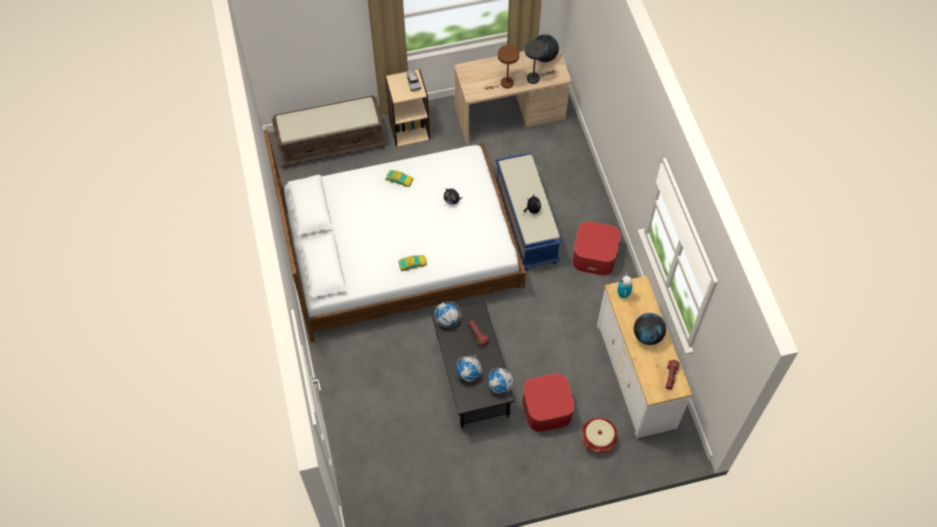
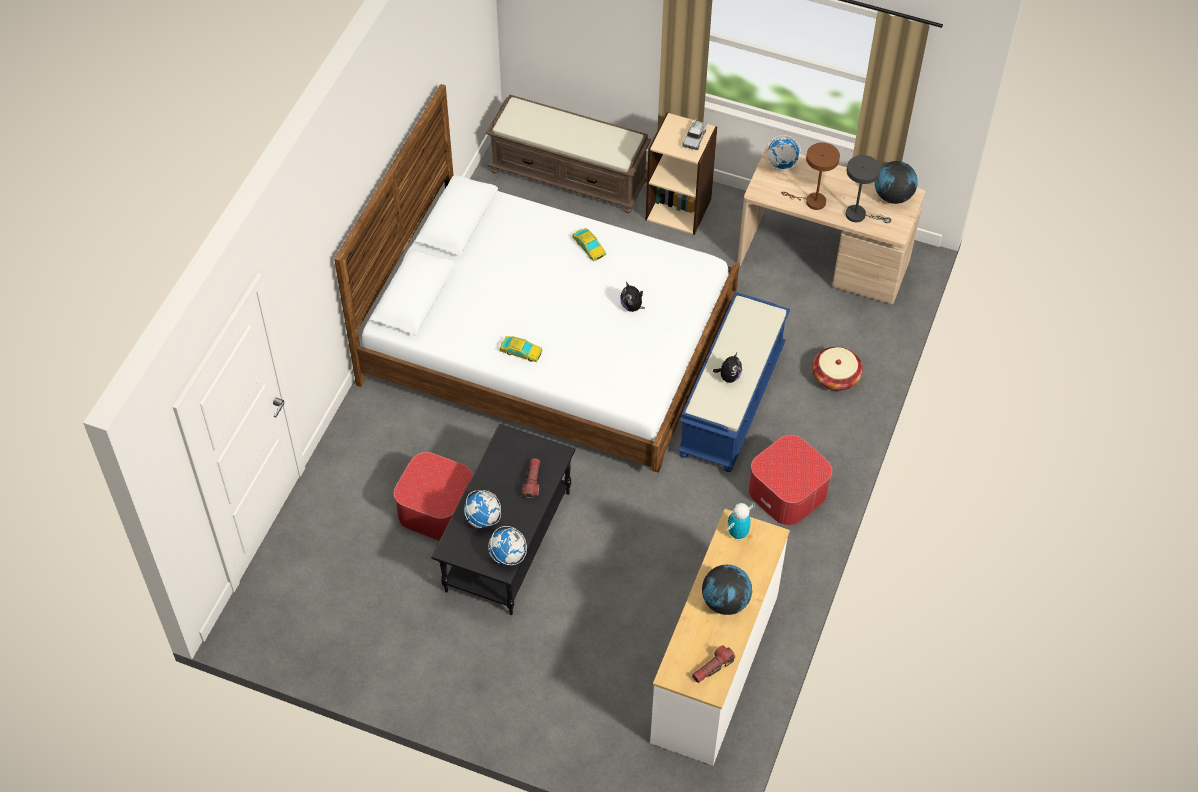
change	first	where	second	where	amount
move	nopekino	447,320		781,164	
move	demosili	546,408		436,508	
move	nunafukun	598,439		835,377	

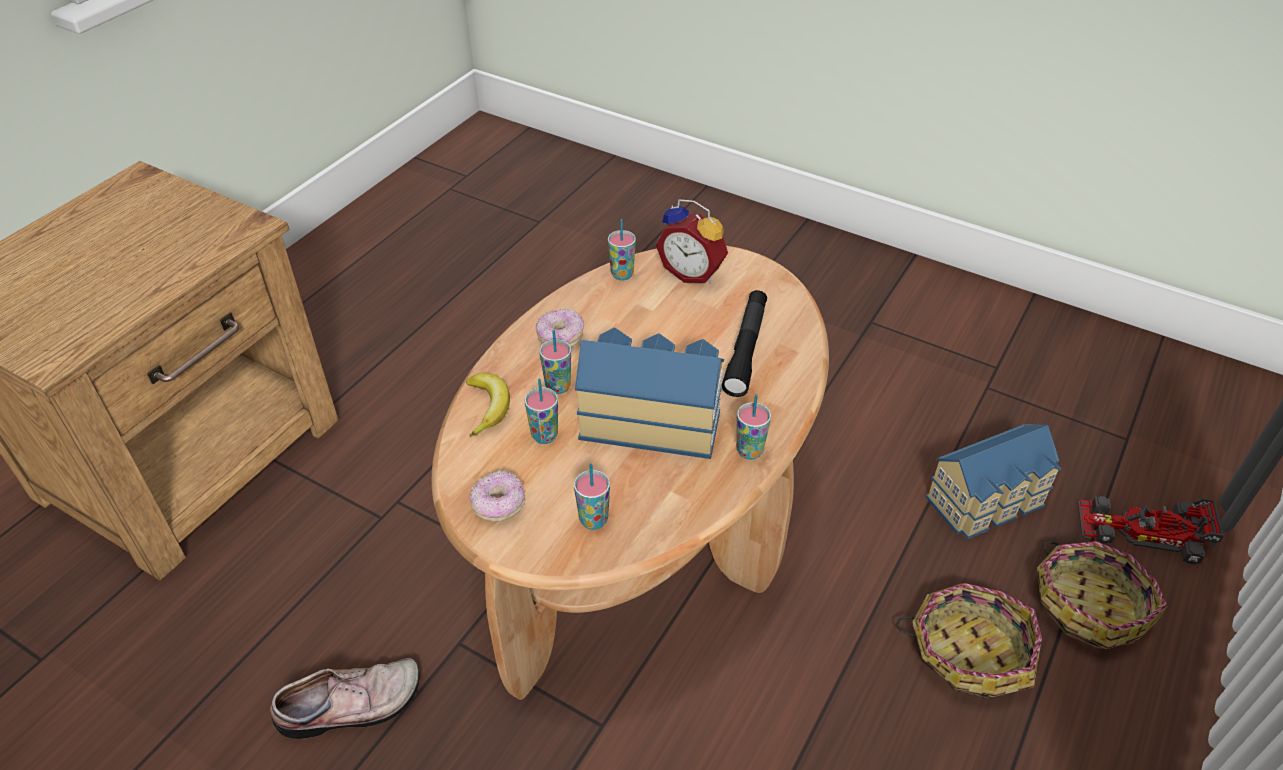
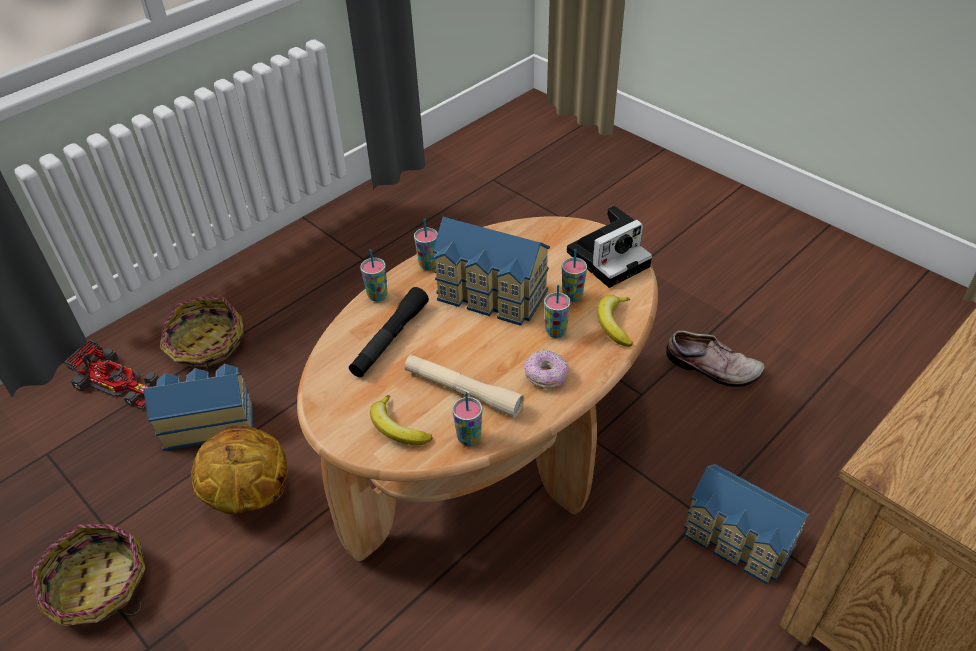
change	first	where	second	where	amount
replace	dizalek	693,272	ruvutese	397,428	
move	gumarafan	593,520		377,296	
replace	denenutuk	499,505	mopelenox	609,257	
move	nunafukun	969,651		99,587	
rotate	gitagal	352,707		712,368	150 degrees counterclockwise
insert			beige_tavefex	462,391	
insert			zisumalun	249,495	
insert			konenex	737,541	

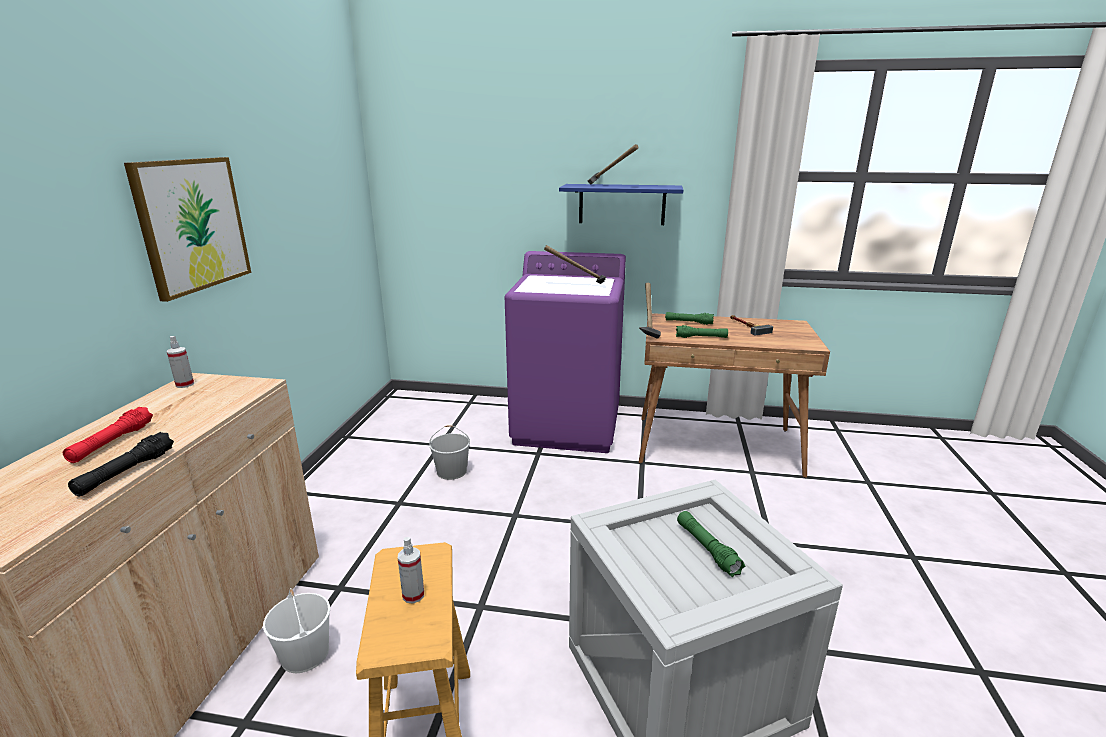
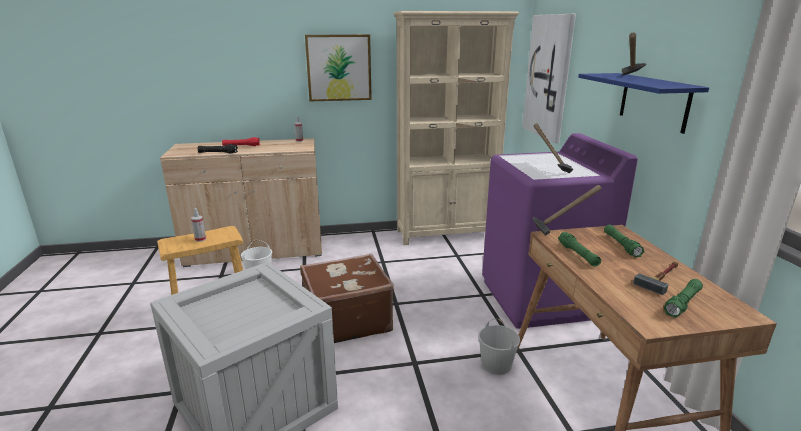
change	first	where	second	where	amount
move	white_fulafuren	452,471		497,364	
move	green_tavefex	707,549		682,303	
insert			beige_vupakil	446,234	
insert			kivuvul	549,77	
insert			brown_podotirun	346,320	

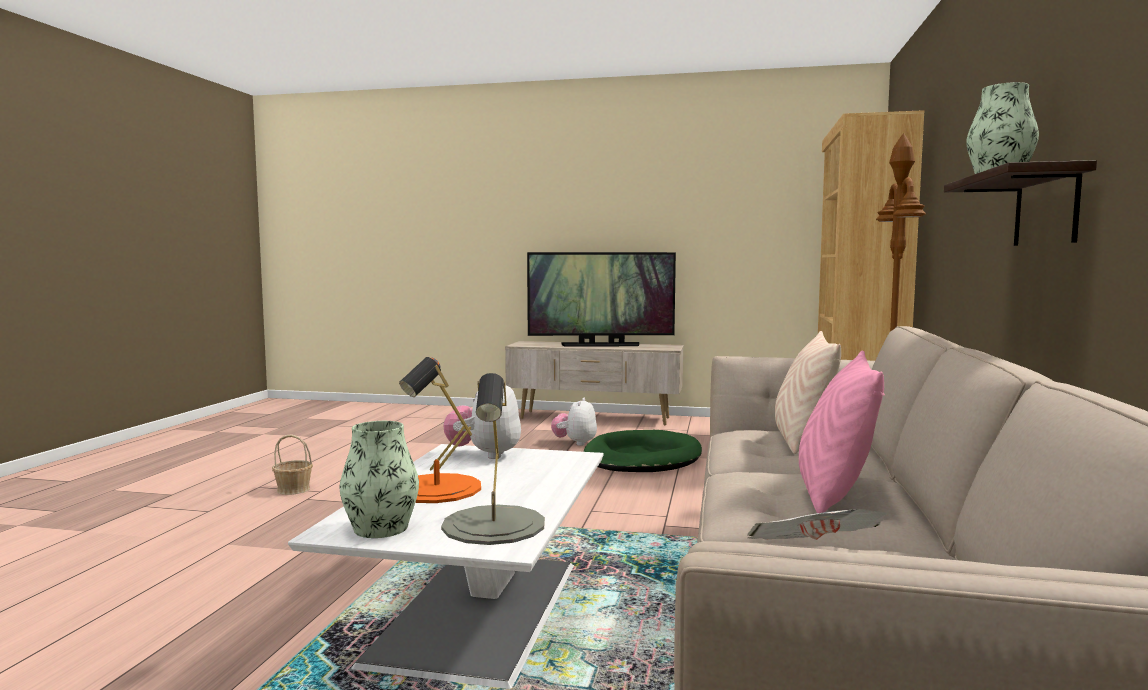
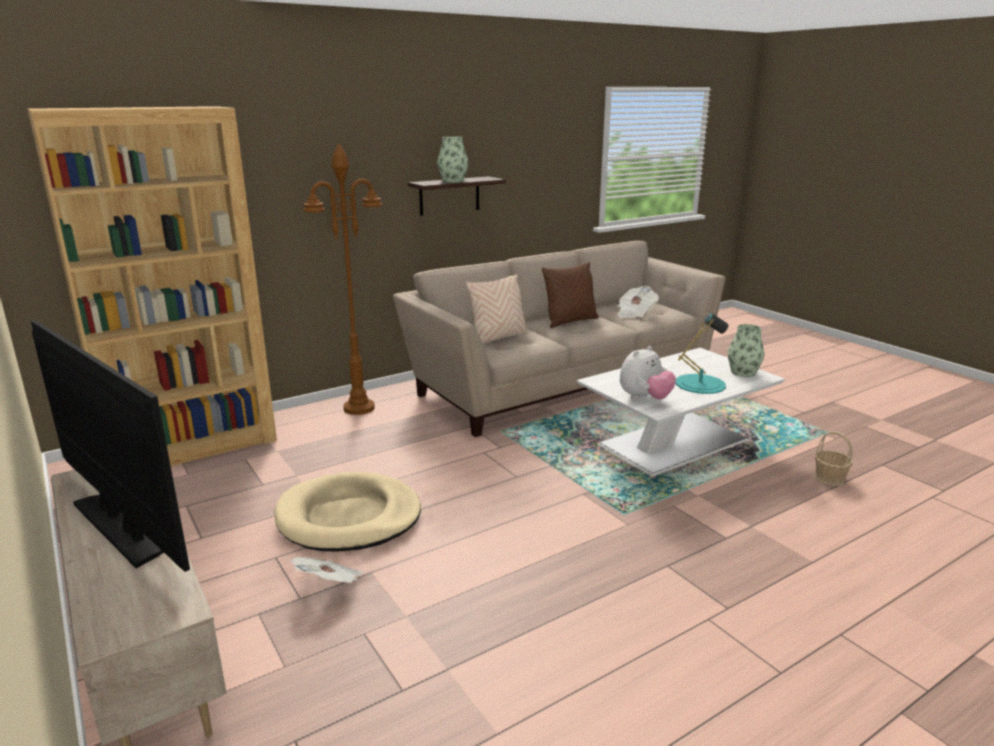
change	first	where	second	where	amount
recolor	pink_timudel	834,495	brown_timudel	570,321	
recolor	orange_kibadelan	437,488	turquoise_kibadelan	700,384	
delete	grey_kibadelan	494,525			
replace	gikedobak	575,443	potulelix	330,584	
recolor	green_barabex	642,458	beige_barabex	349,517	
move	nunafukun	293,489		829,478	

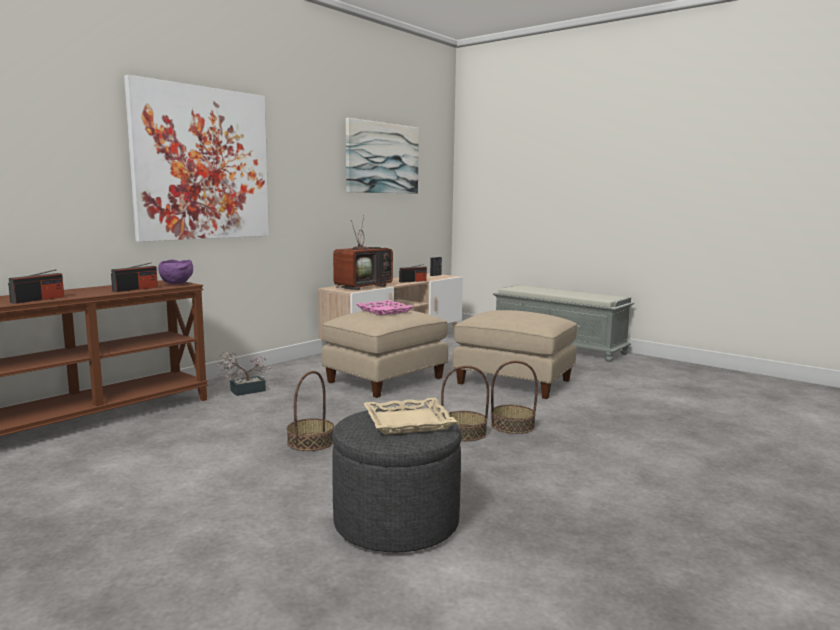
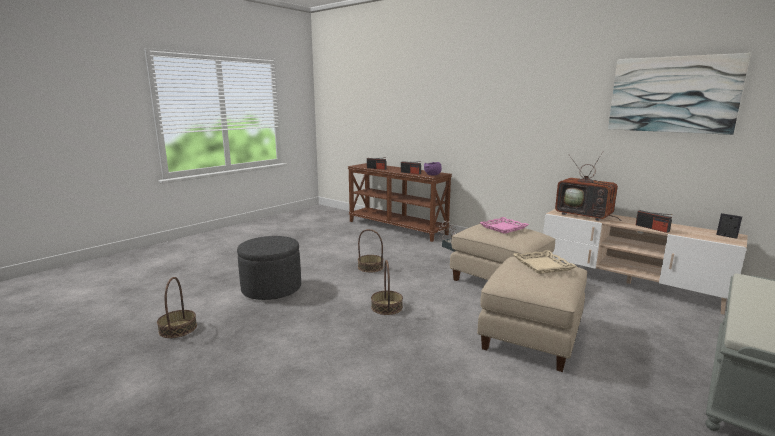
change	first	where	second	where	amount
delete	kivuvul	202,164			
move	nunafukun	512,426		178,329	
move	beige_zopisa	408,422		543,265	

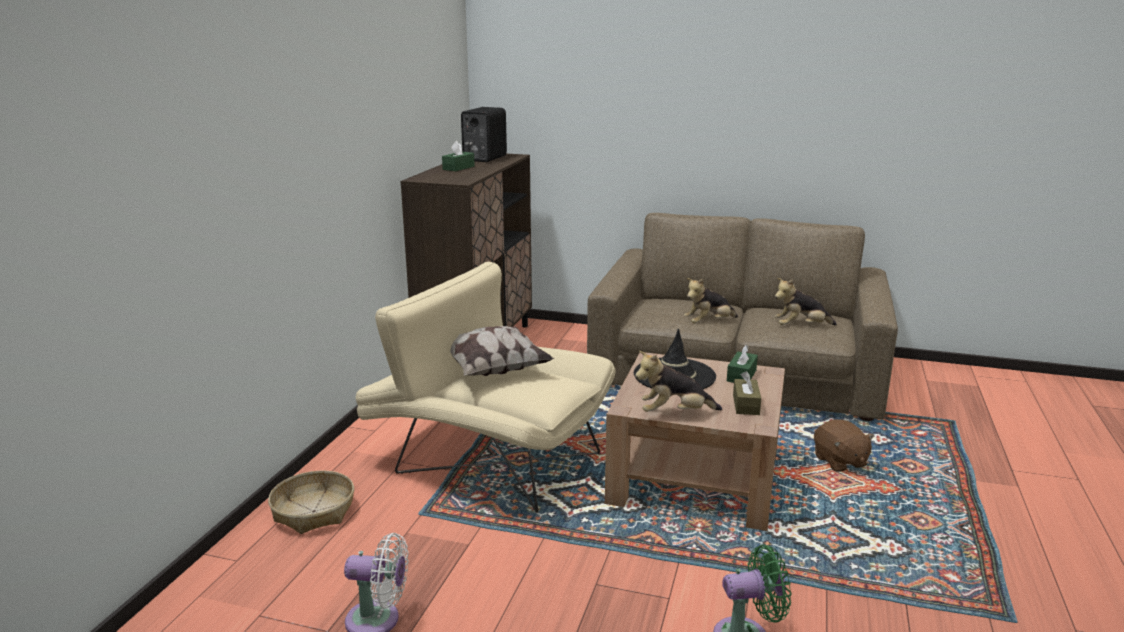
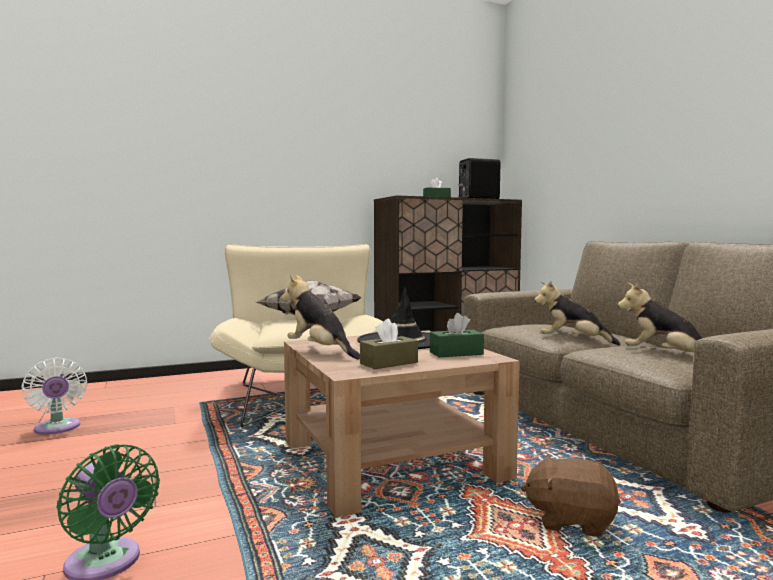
change	first	where	second	where	amount
rotate	brown_gikedobak	839,462		571,520	75 degrees clockwise
delete	nunafukun	313,512			

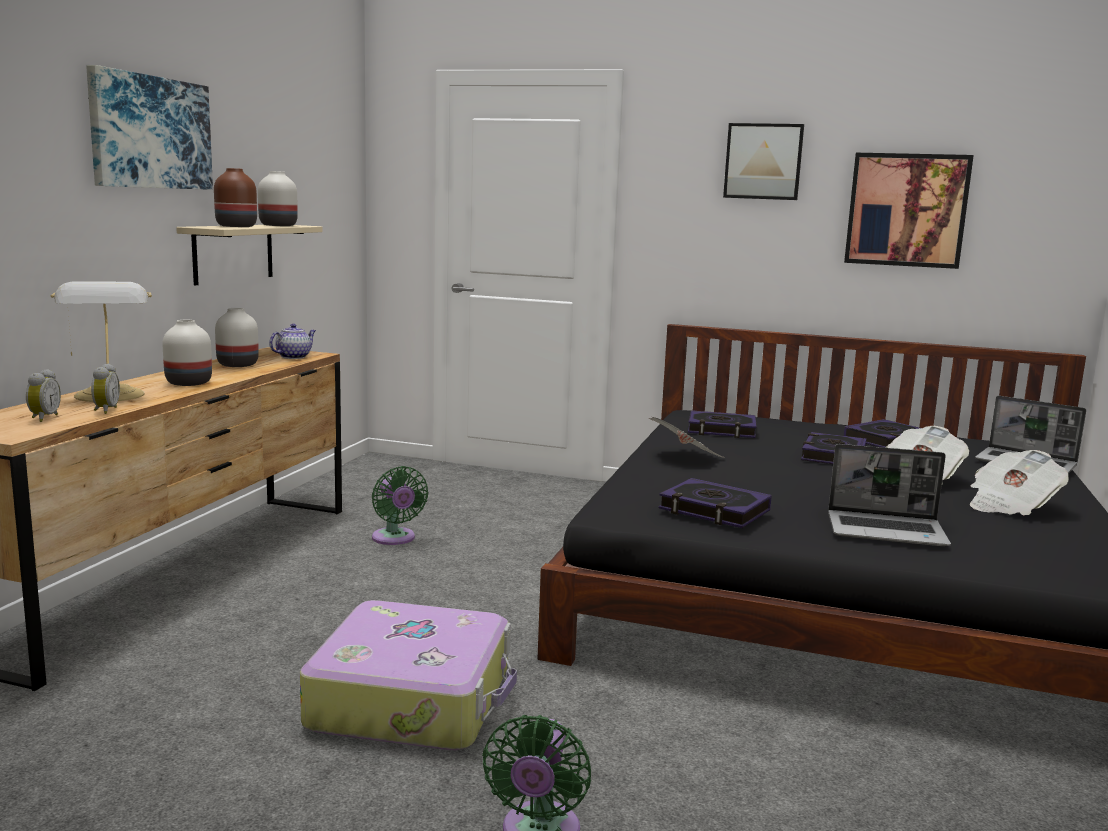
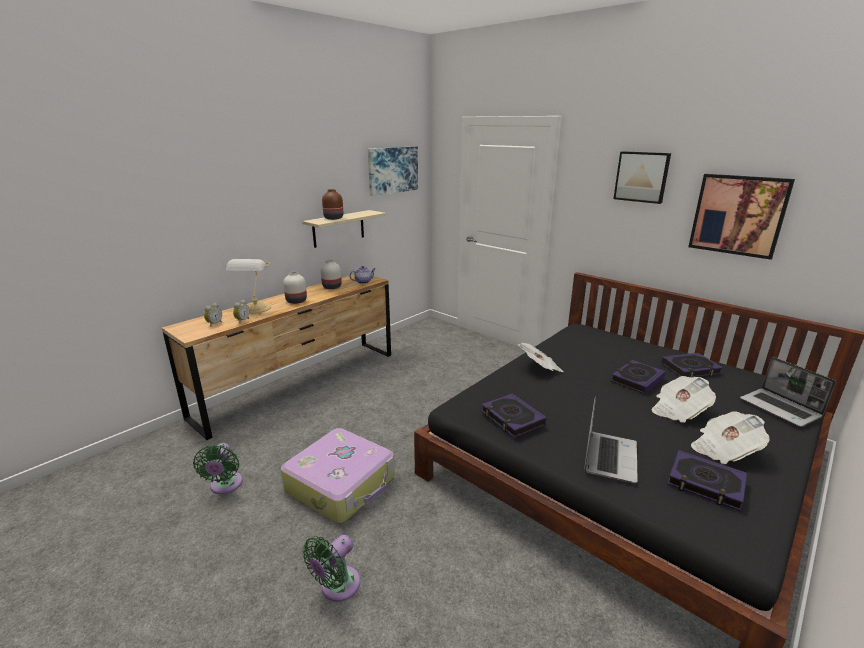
change	first	where	second	where	amount
move	kivuvul	150,132		392,170	
delete	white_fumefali	279,225			
move	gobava	721,430		705,484	
rotate	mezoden	887,531		609,457	105 degrees counterclockwise
move	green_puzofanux	395,539		225,486	

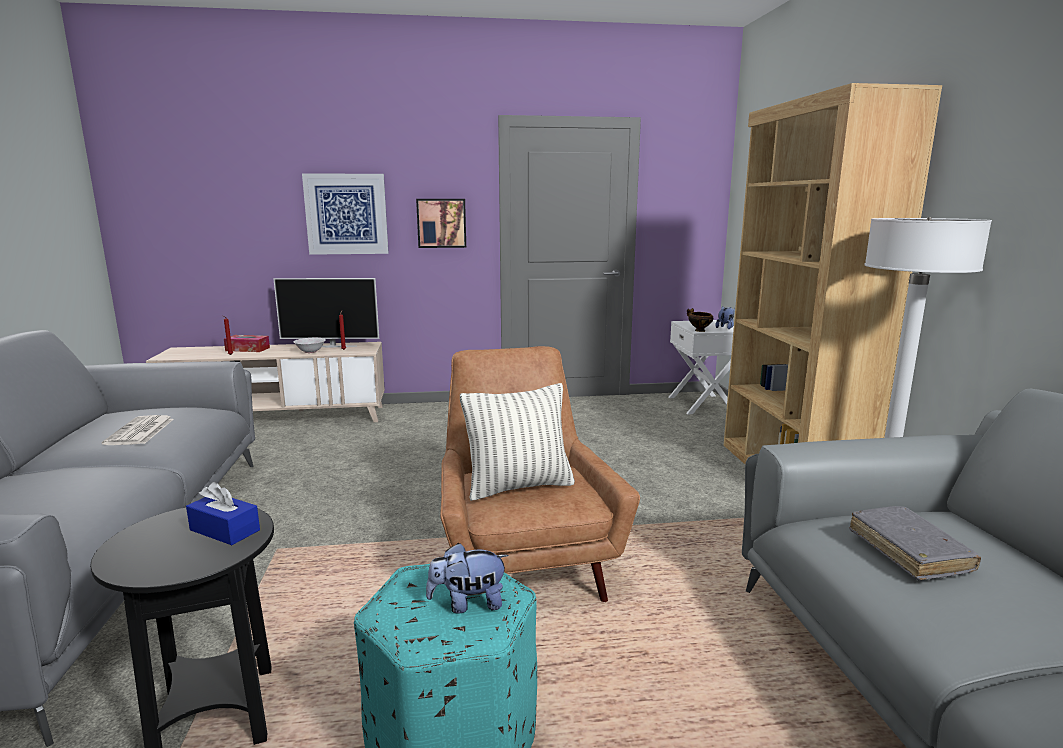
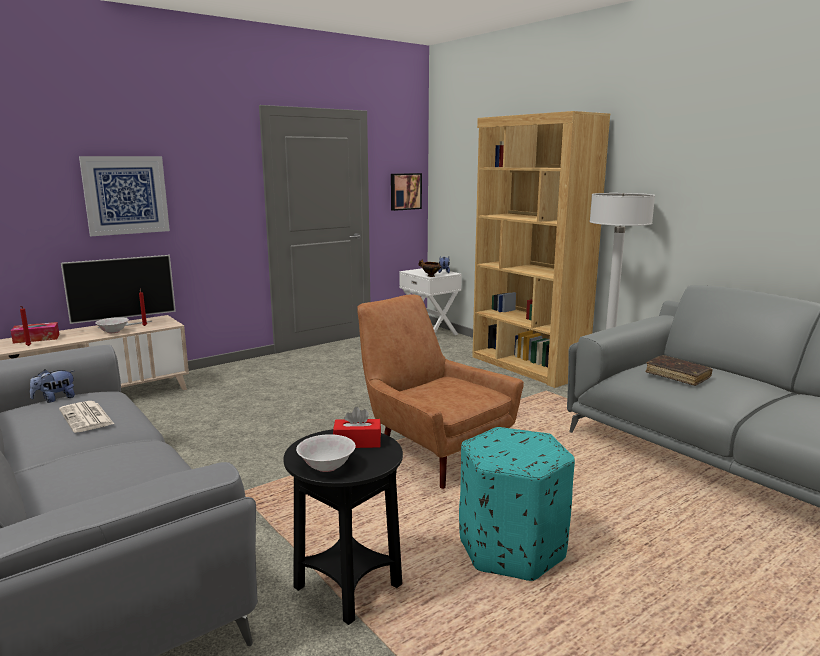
change	first	where	second	where	amount
move	kivuvul	441,223		405,191	
delete	timudel	518,486			
recolor	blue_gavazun	225,530	red_gavazun	357,442	
recolor	grey_gobava	908,551	brown_gobava	677,376	
move	gikedobak	468,604		55,399	
insert			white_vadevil	327,466	

